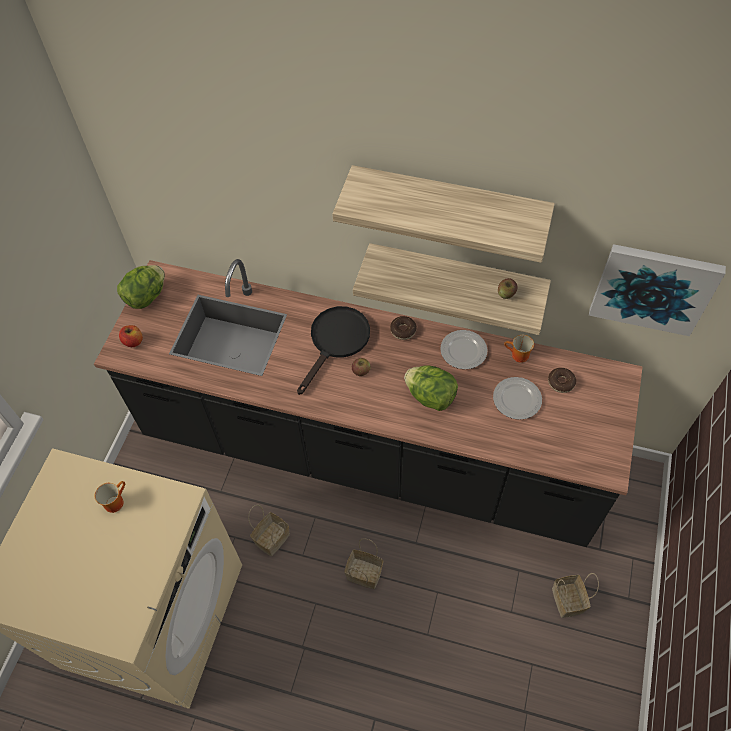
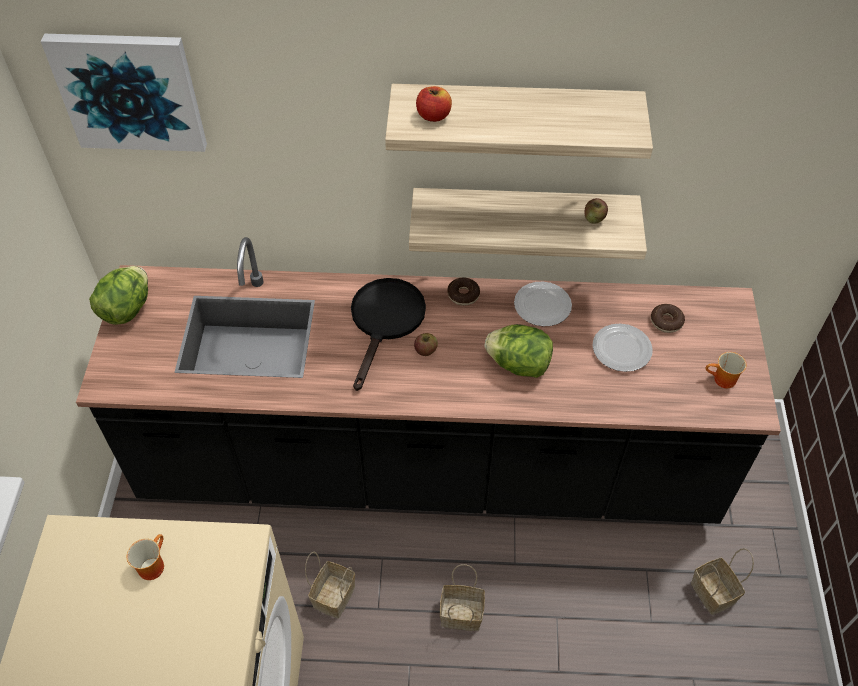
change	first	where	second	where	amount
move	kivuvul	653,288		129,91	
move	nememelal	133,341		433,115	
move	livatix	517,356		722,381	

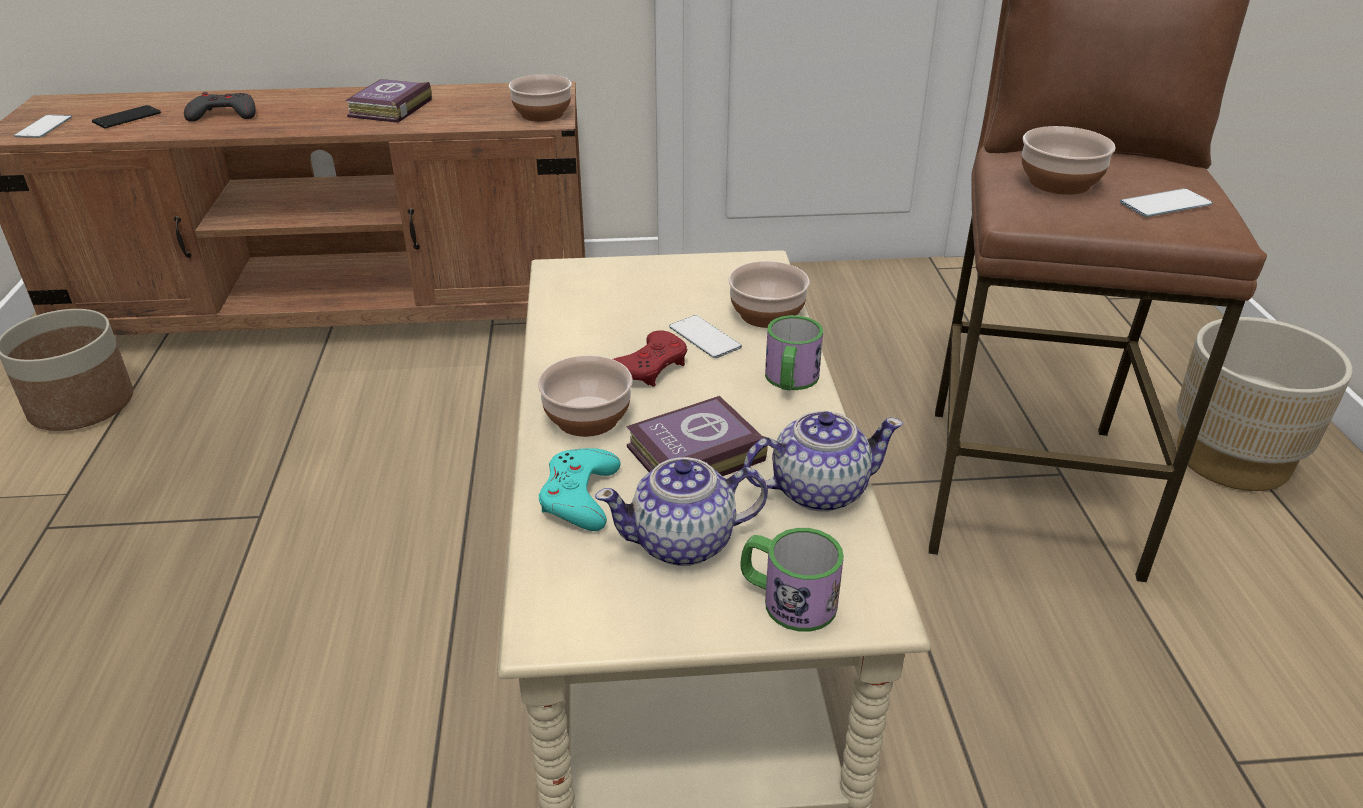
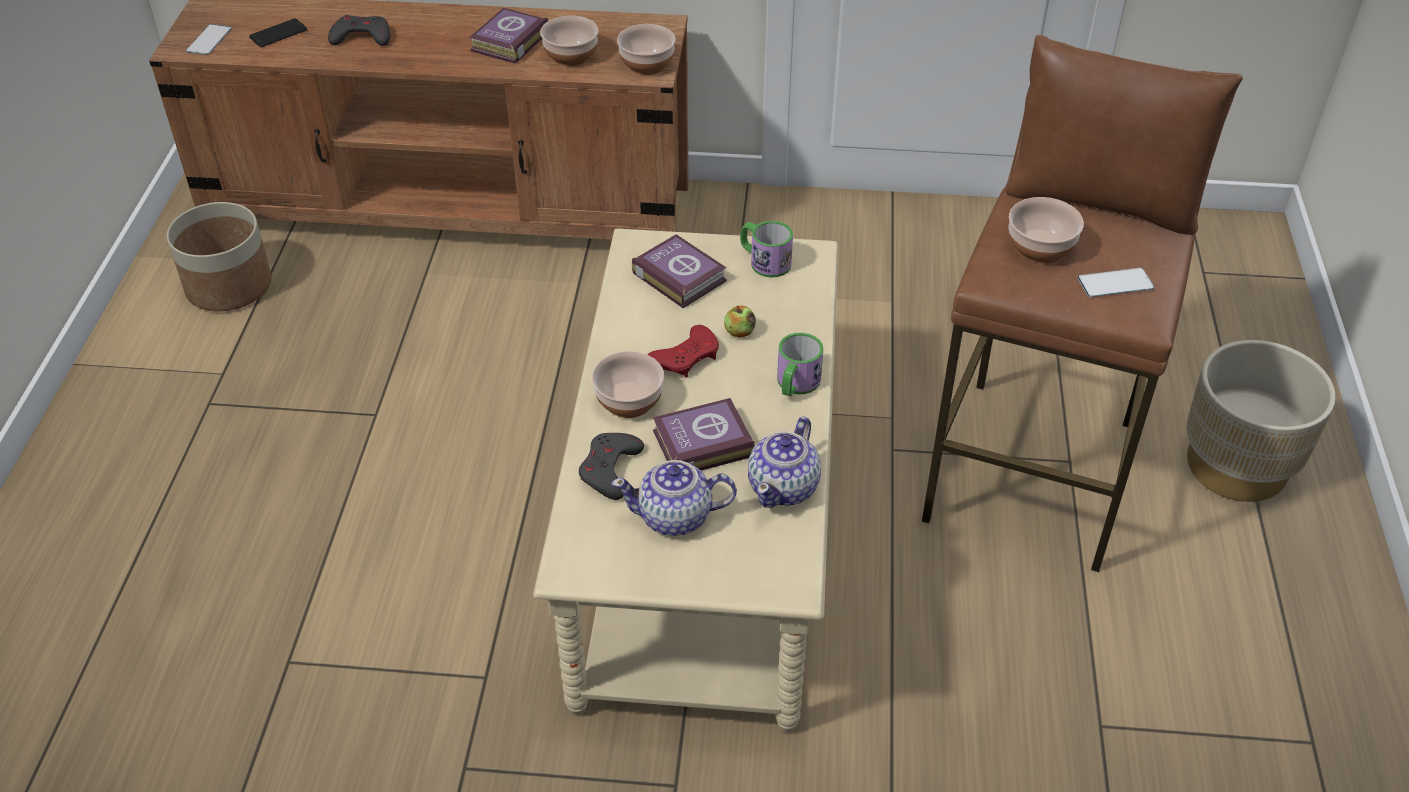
change	first	where	second	where	amount
move	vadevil	767,313		571,55	
replace	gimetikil	704,337	nememelal	739,332	
rotate	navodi	817,490		784,487	120 degrees clockwise
recolor	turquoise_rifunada	580,496	grey_rifunada	610,469	
move	livatix	787,600		764,261	
insert			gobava	679,275	

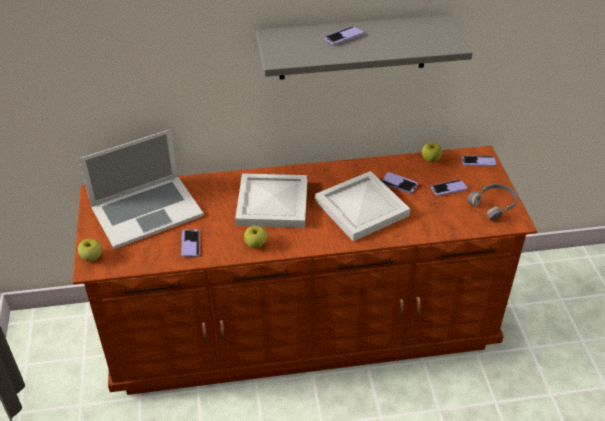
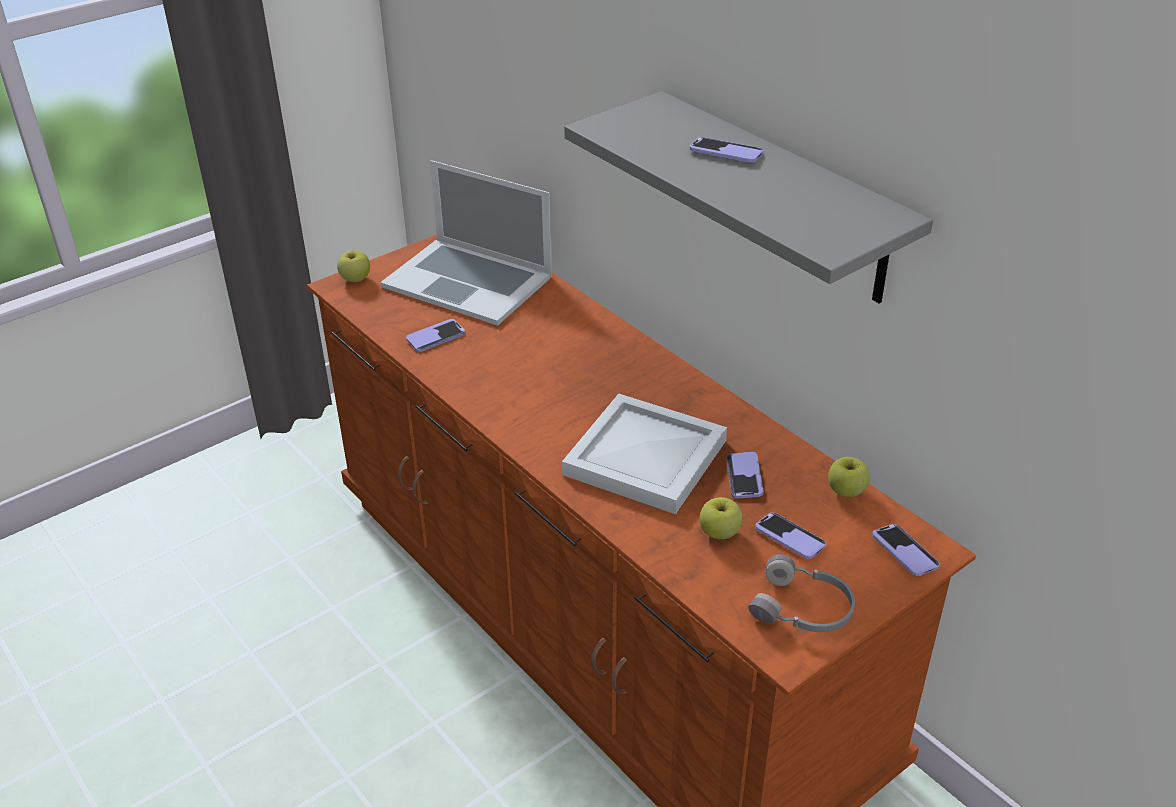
change	first	where	second	where	amount
delete	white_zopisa	273,204			
move	nememelal	256,244		719,533	

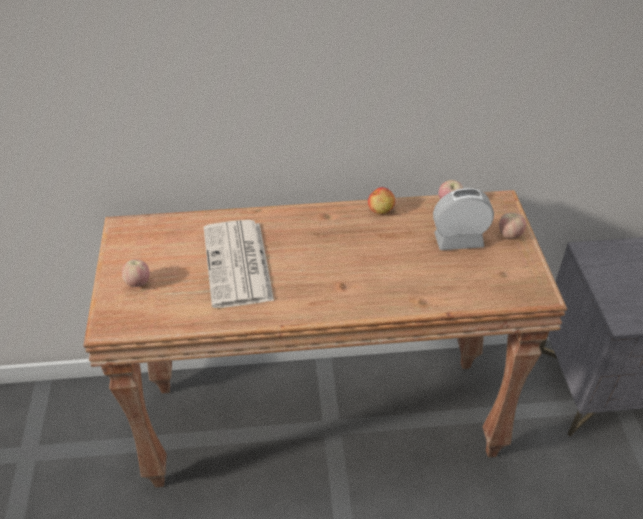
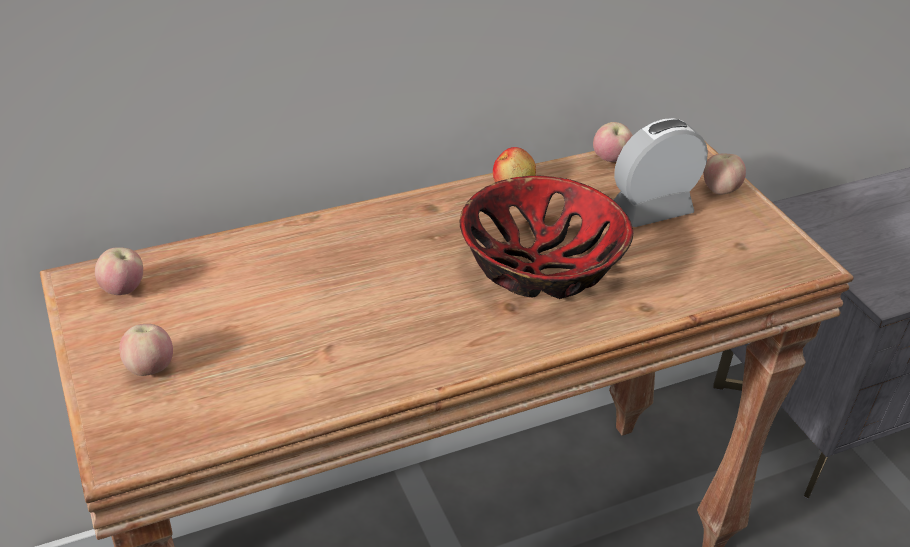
change	first	where	second	where	amount
delete	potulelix	238,265			
insert			vadevil	540,265	
insert			nememelal	123,290	

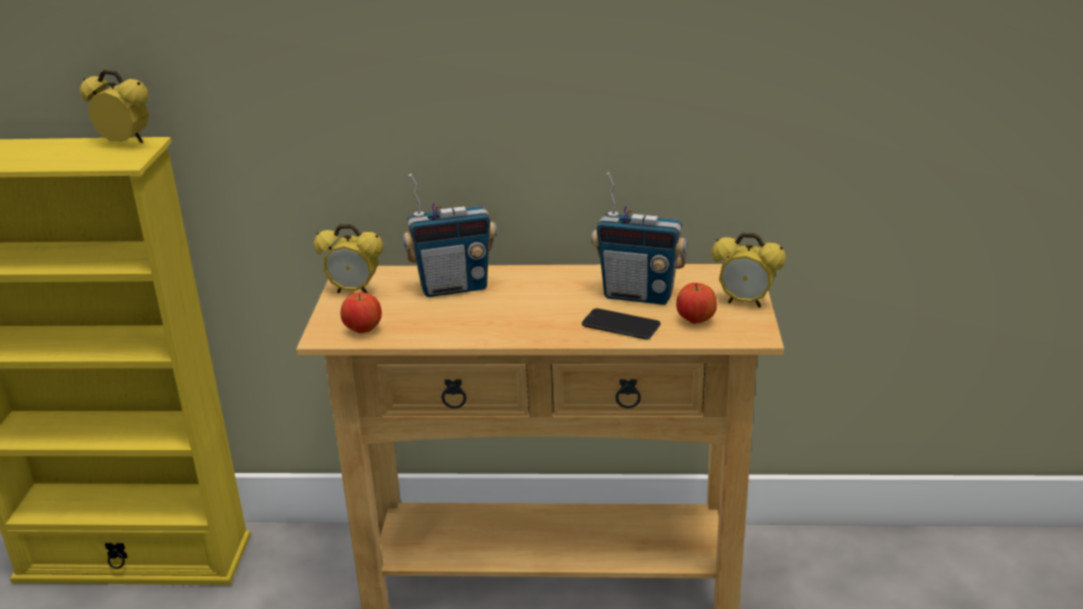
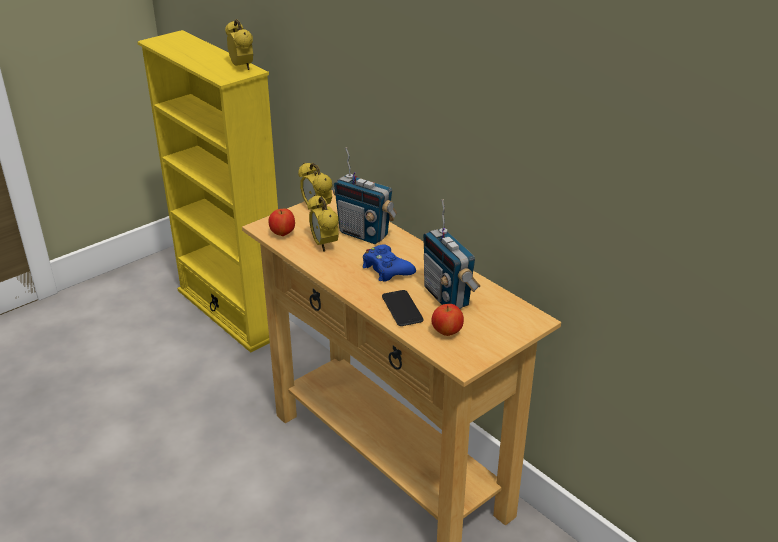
change	first	where	second	where	amount
move	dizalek	745,302		324,245	
insert			blue_rifunada	386,269	

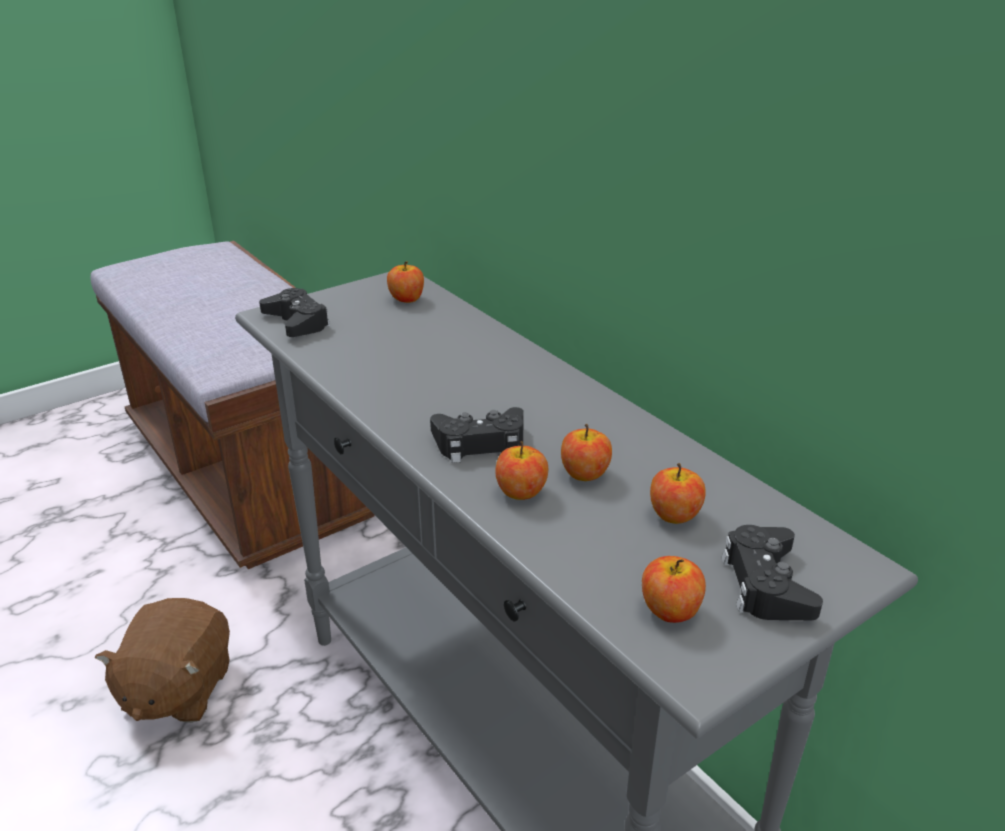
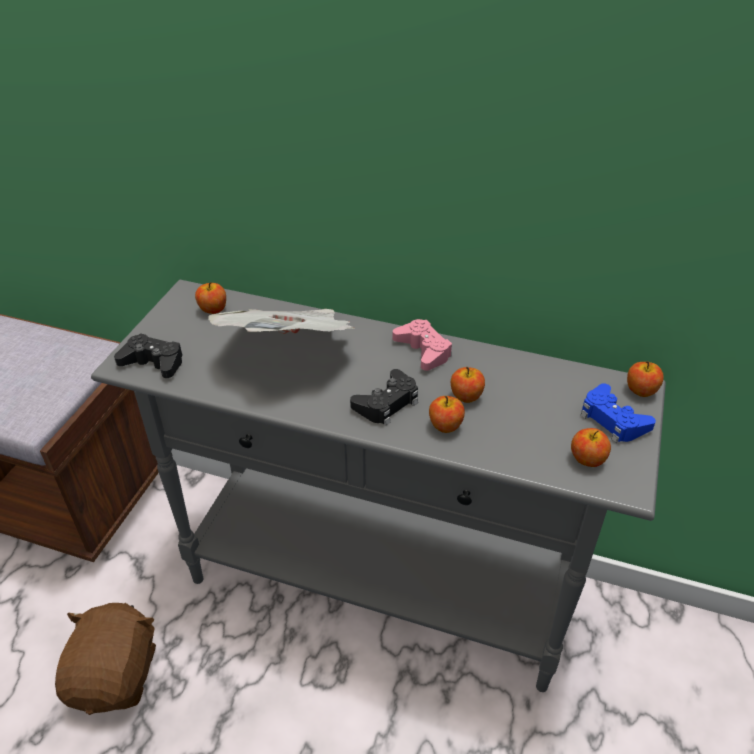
change	first	where	second	where	amount
move	nememelal	674,515		640,390	
recolor	black_rifunada	766,583	blue_rifunada	612,420	
rotate	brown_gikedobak	177,689		116,675	150 degrees counterclockwise
insert			potulelix	290,349	
insert			pink_rifunada	423,350	

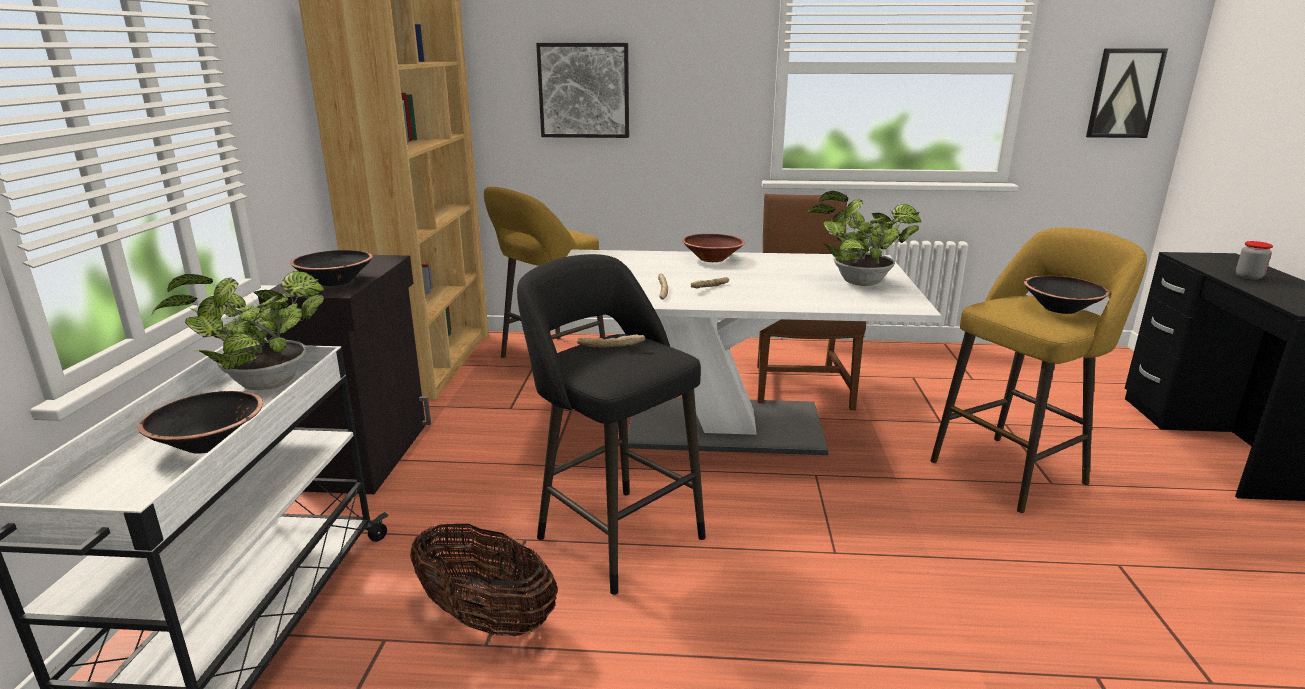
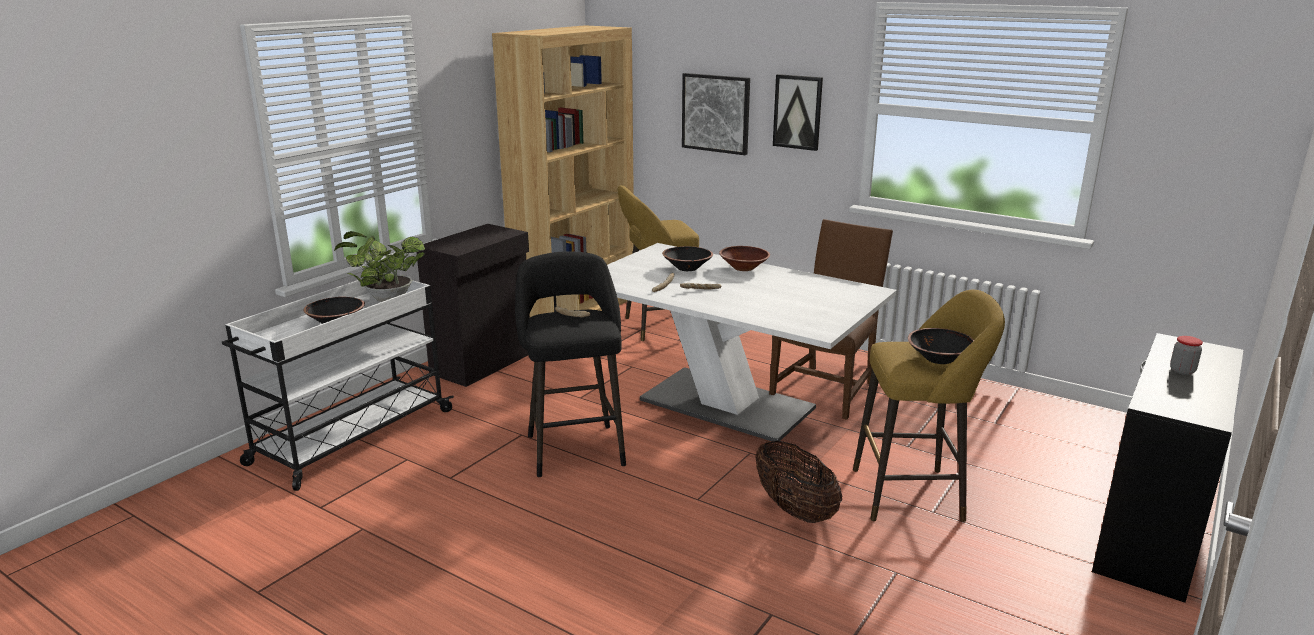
change	first	where	second	where	amount
move	kivuvul	1124,93		798,112	
delete	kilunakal	856,282			
move	black_vadevil	335,281		687,268	
move	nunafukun	486,618		794,509	

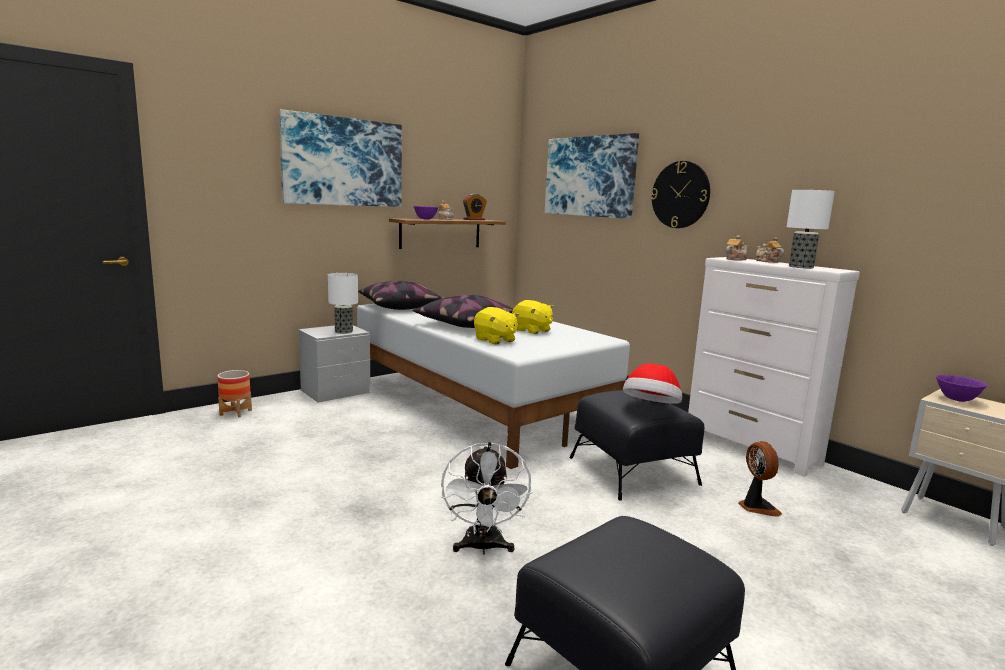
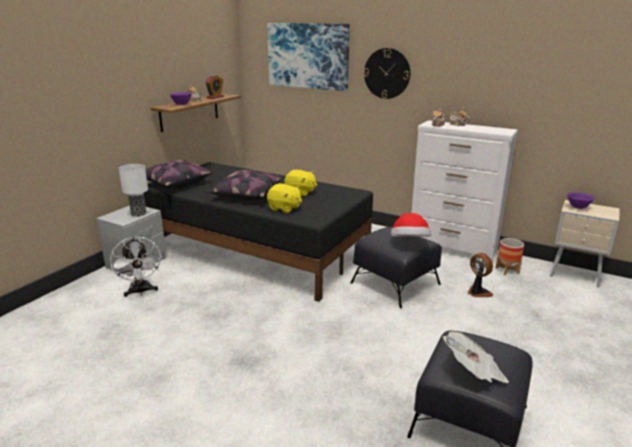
change	first	where	second	where	amount
delete	kivuvul	343,162			
delete	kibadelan	801,267			
recolor	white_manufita	477,403	black_manufita	256,250	
move	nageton	235,412		507,270	
move	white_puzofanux	483,547		141,291	
insert			potulelix	473,372	

